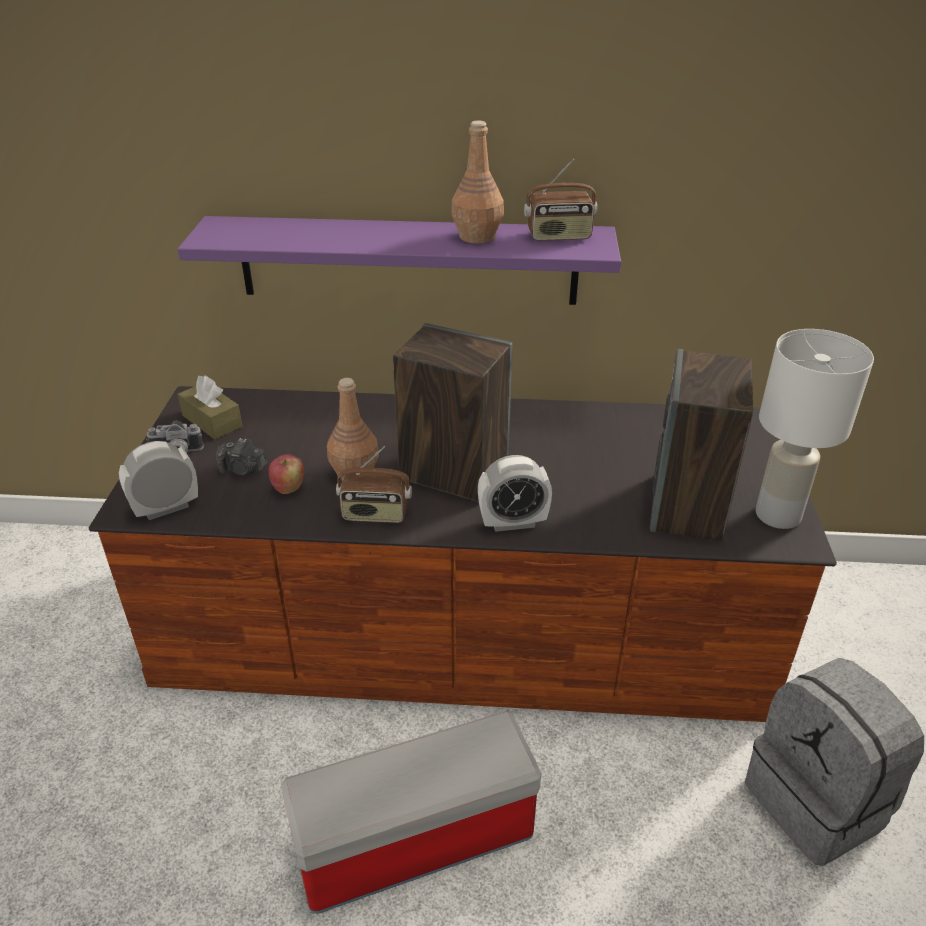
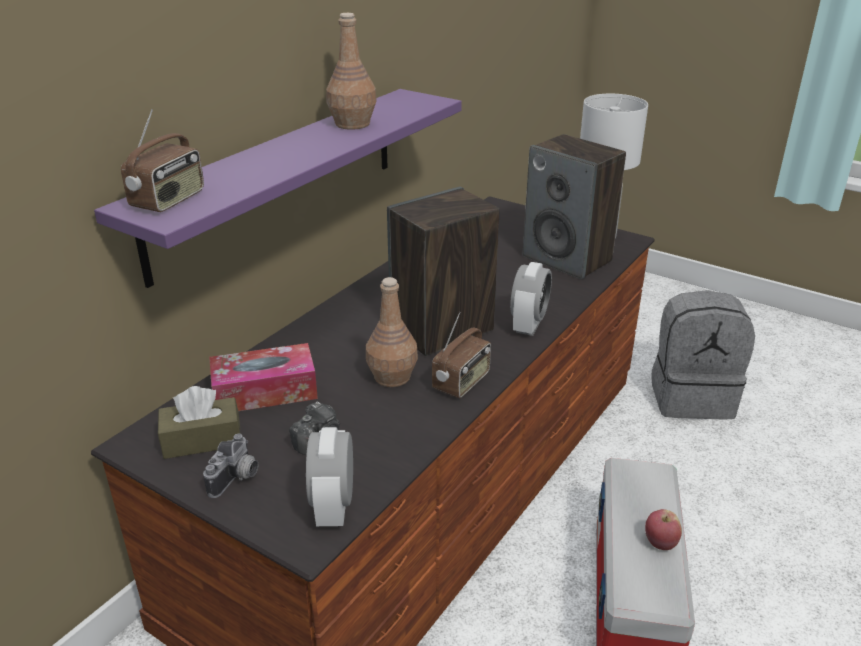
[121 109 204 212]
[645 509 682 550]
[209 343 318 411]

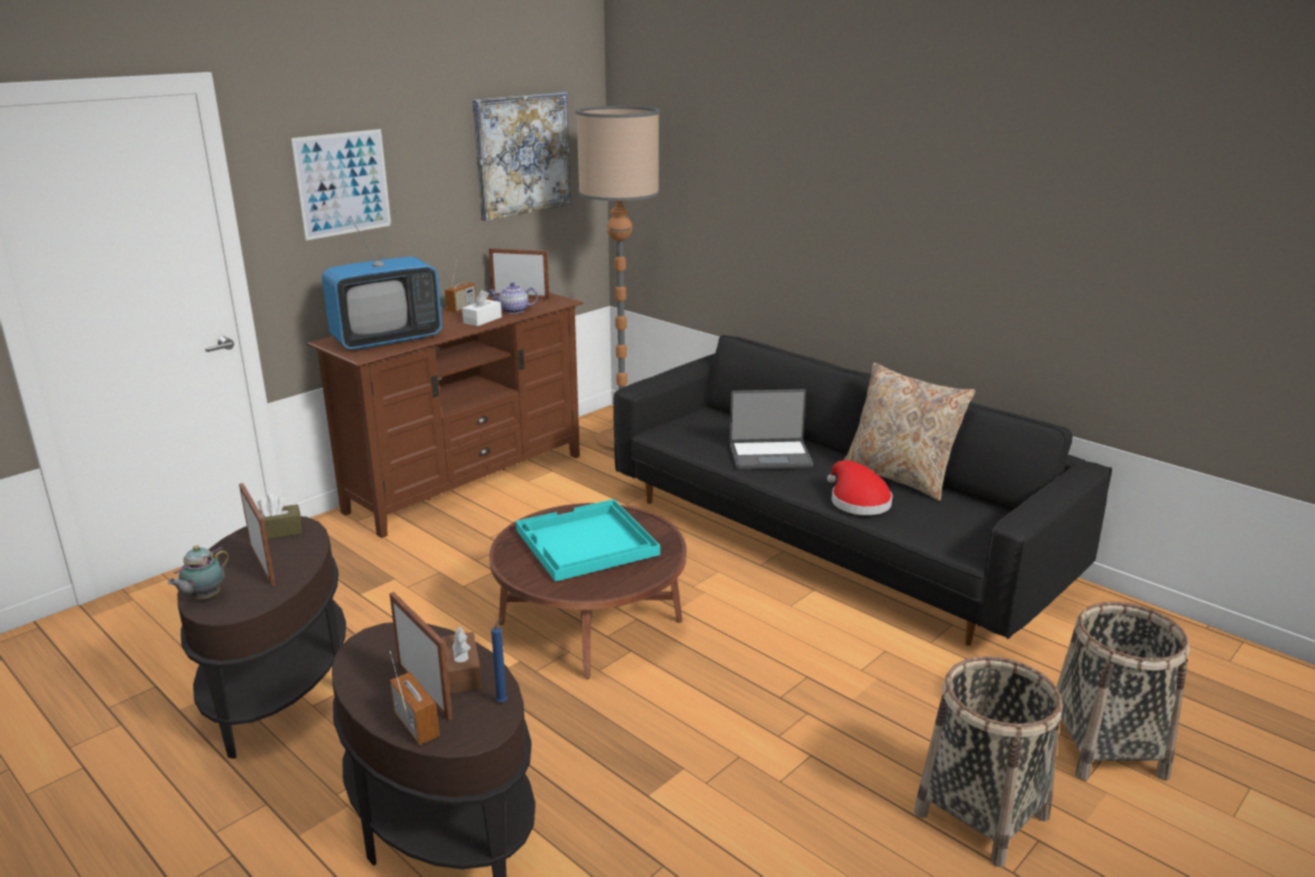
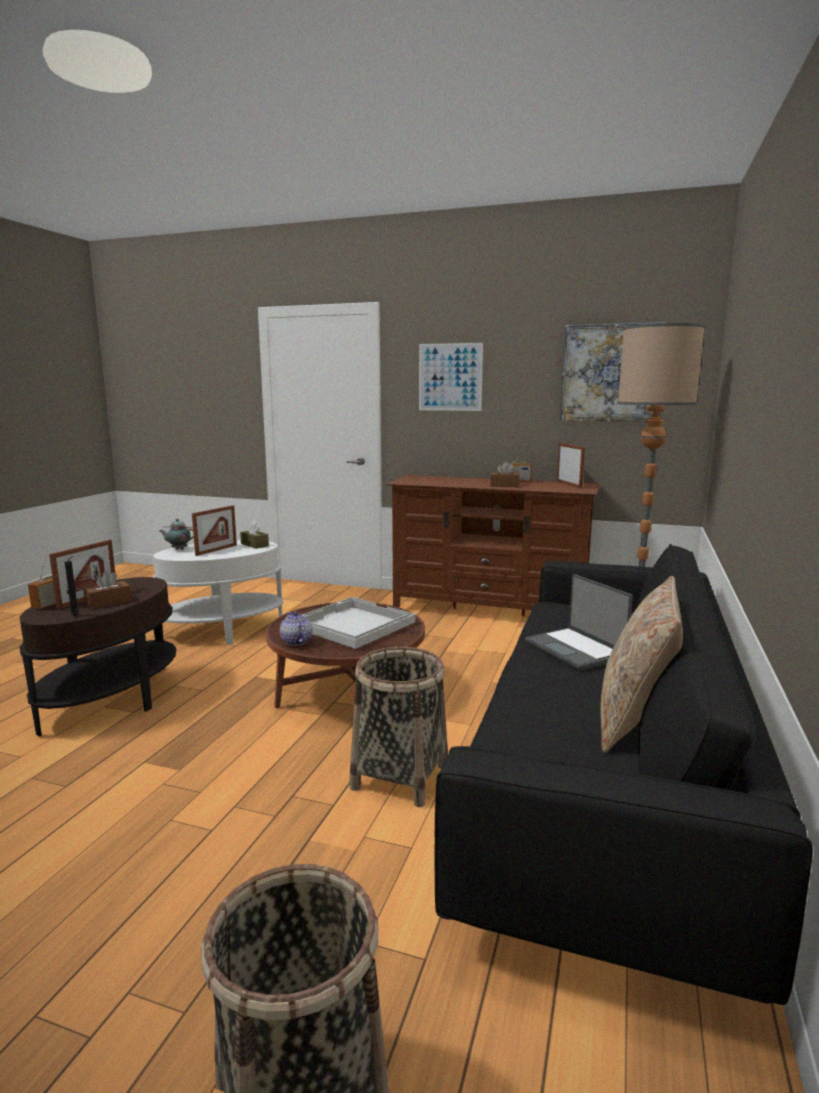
[322 211 442 350] (first image)
[280 612 312 646]
[491 462 520 487]
[827 460 892 515] (first image)
[302 597 415 649]
[153 540 283 645]
[65 556 79 616]
[350 647 448 807]

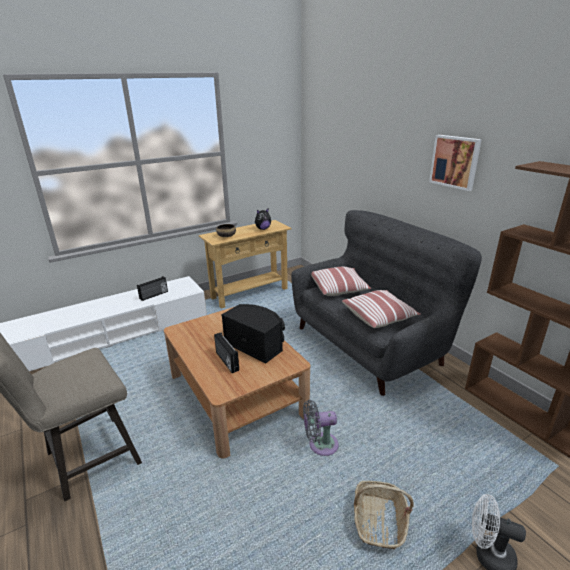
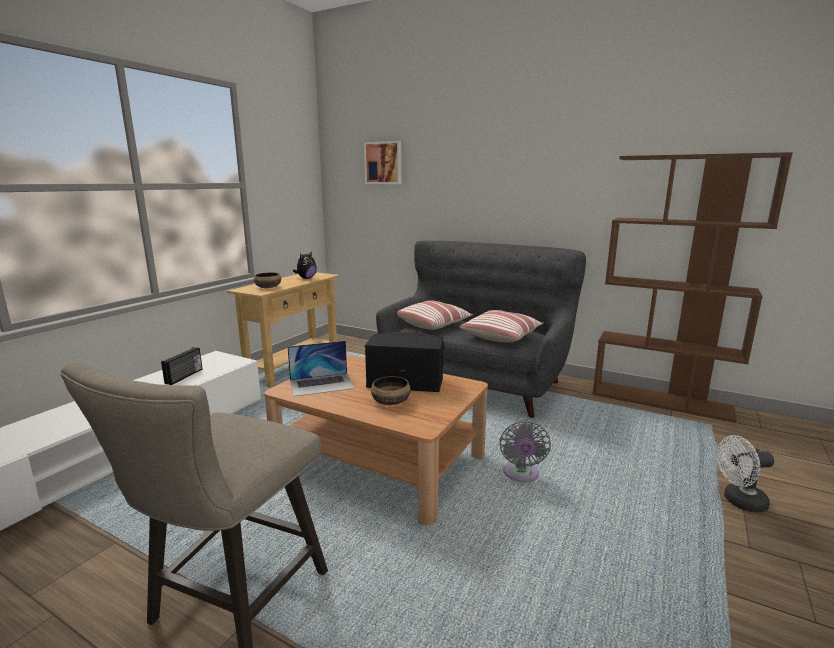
[364 141 402 184]
[371 376 410 405]
[499 421 551 482]
[354 481 414 549] (first image)
[287 341 354 397]

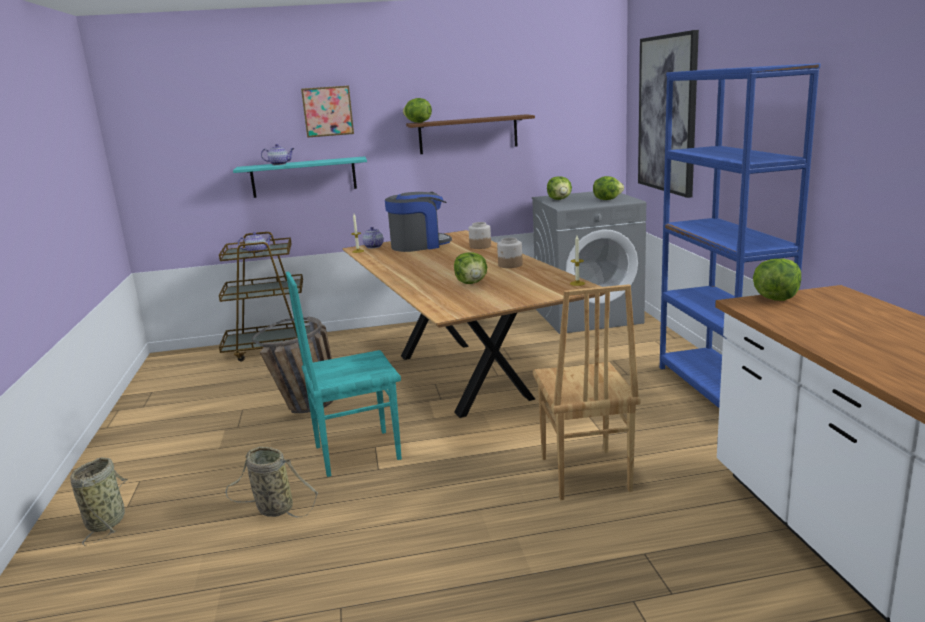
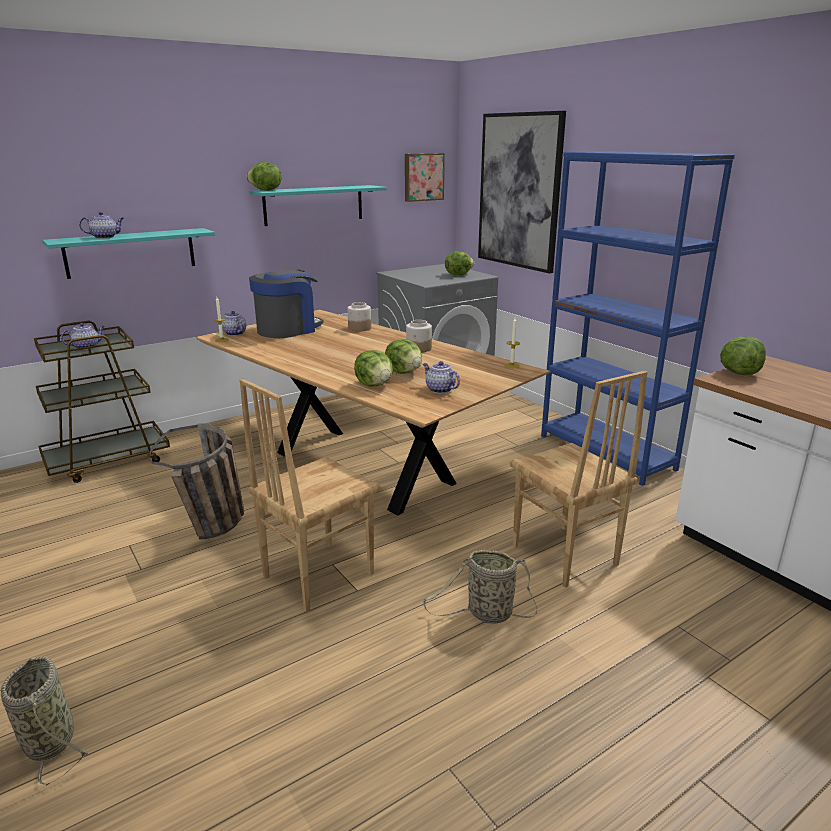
[405 153 445 202]
[249 185 387 226]
[354 350 393 387]
[240 379 380 612]
[423 550 537 624]
[423 361 460 393]

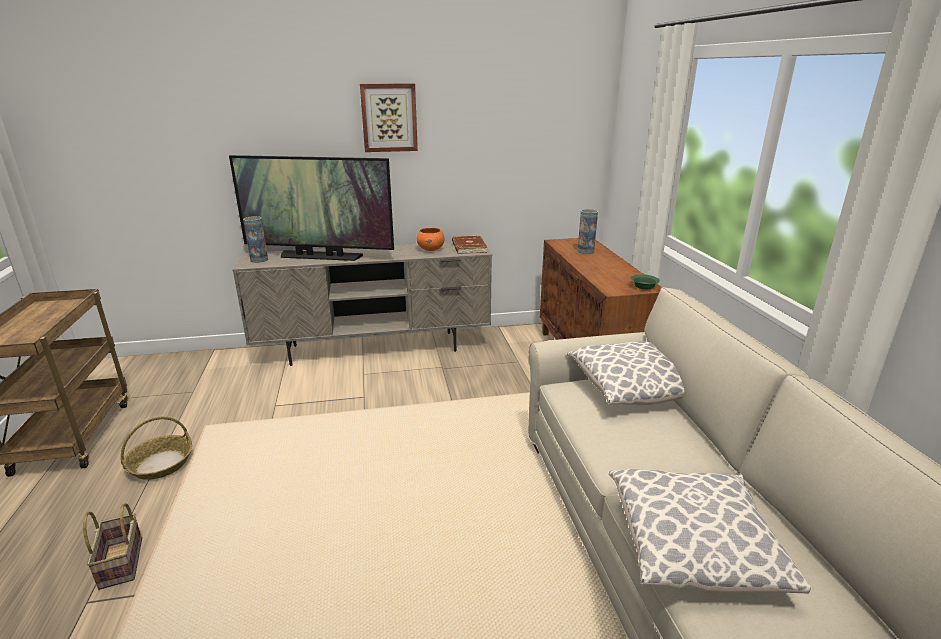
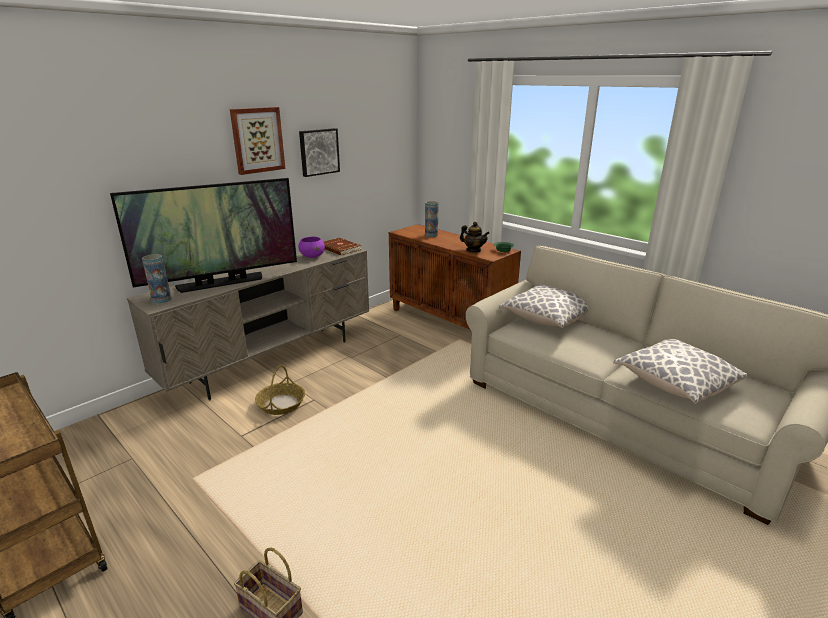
[298 236 325 258]
[255 365 305 415]
[299 128 340 177]
[460 222 490 252]

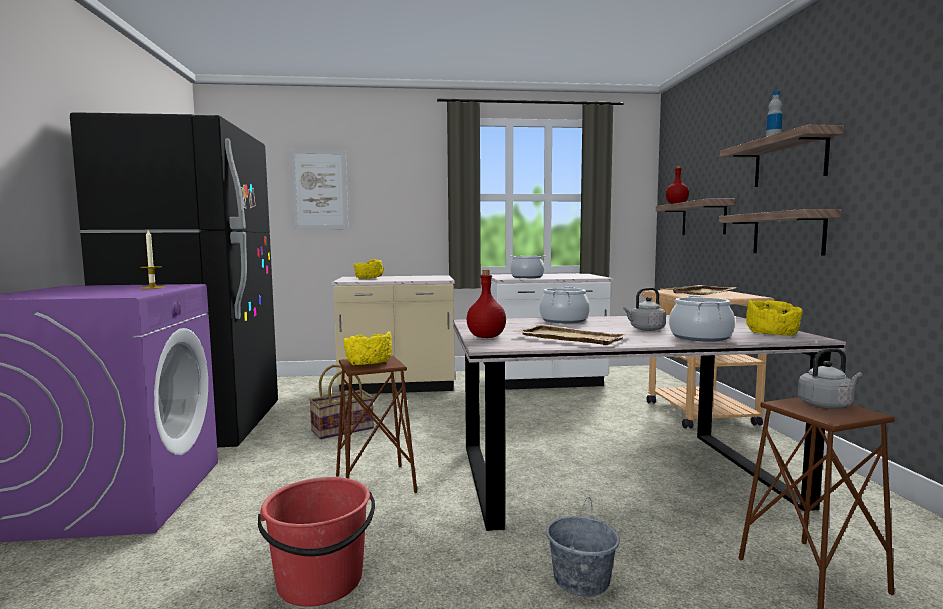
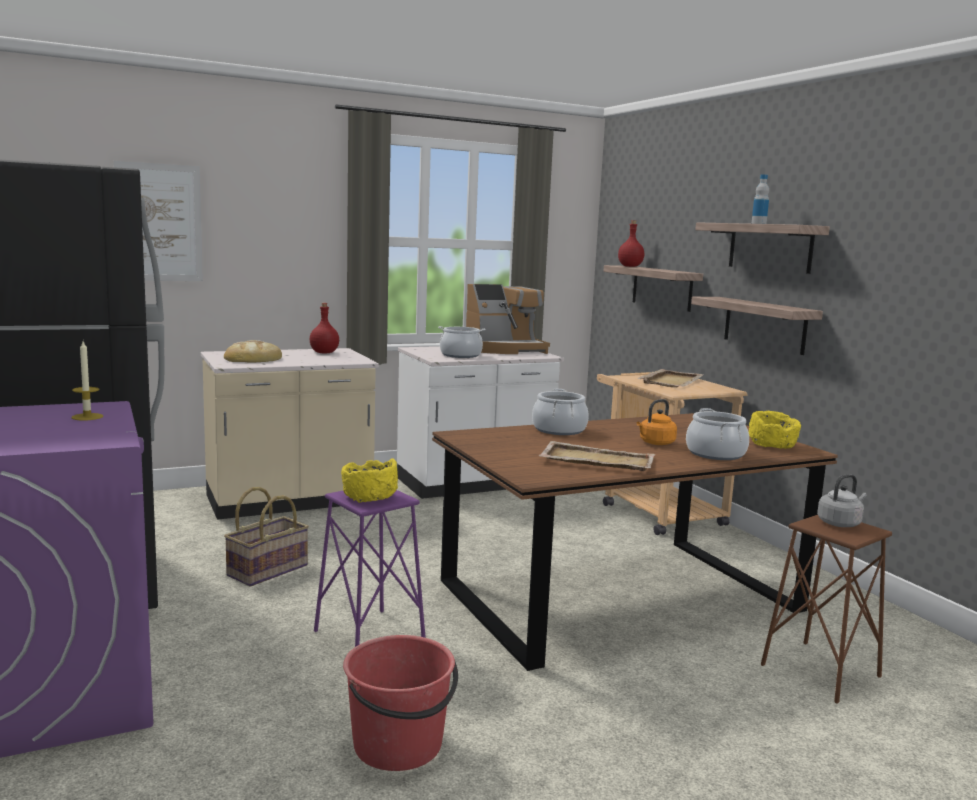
[224 340 282 363]
[310 303 339 354]
[637 399 677 445]
[432 413 838 671]
[314 490 426 647]
[546 497 620 596] (first image)
[466 284 550 354]

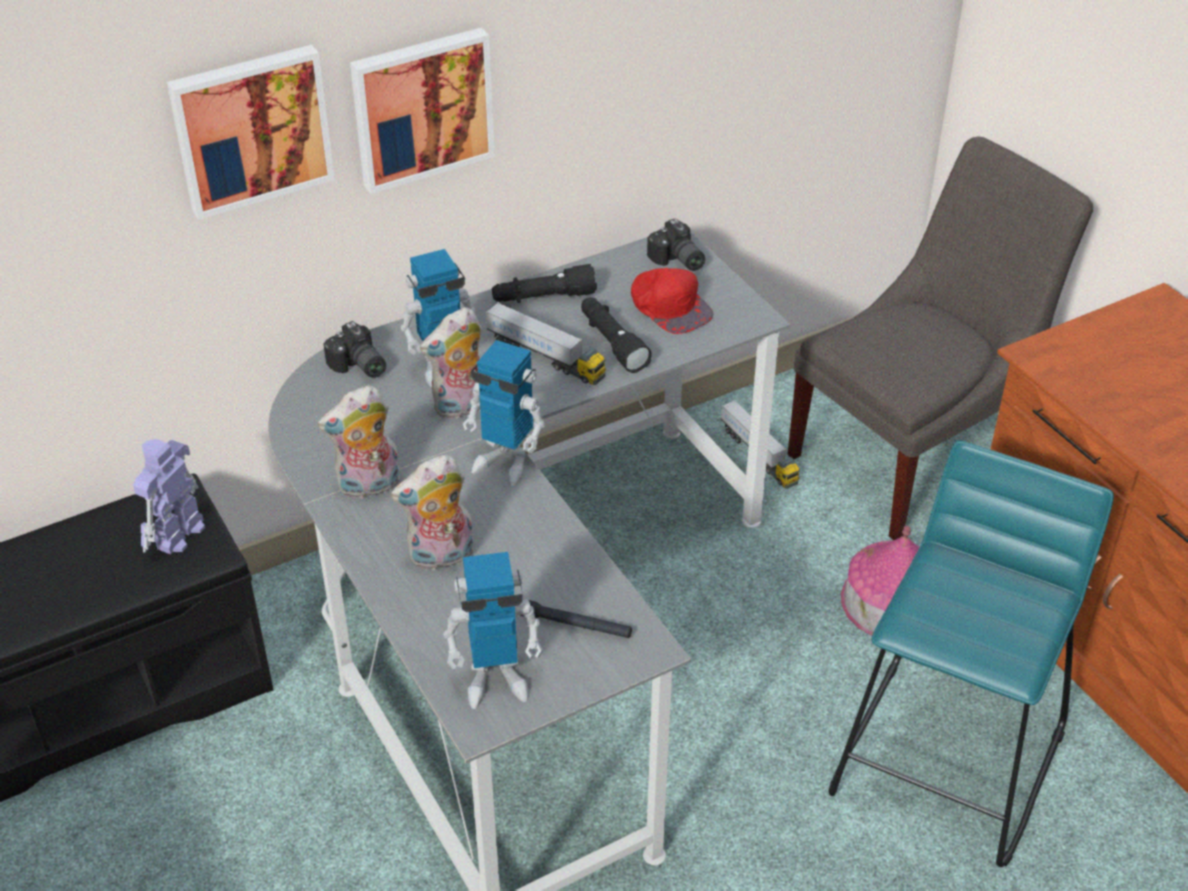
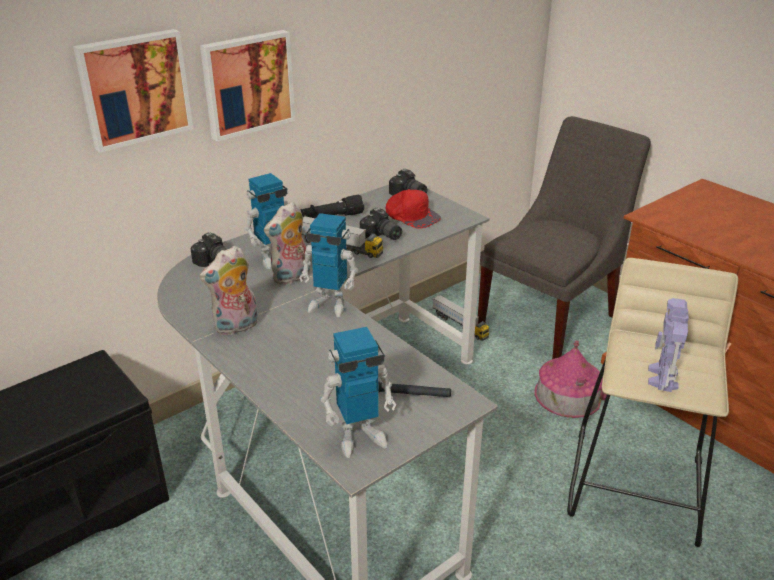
[360 208 402 240]
[648 298 689 392]
[567 258 738 547]
[391 454 474 570] (first image)

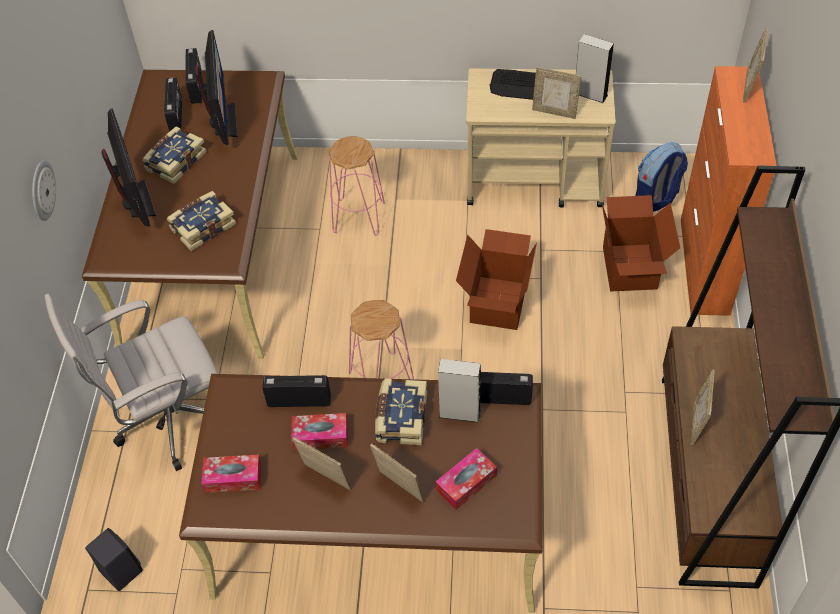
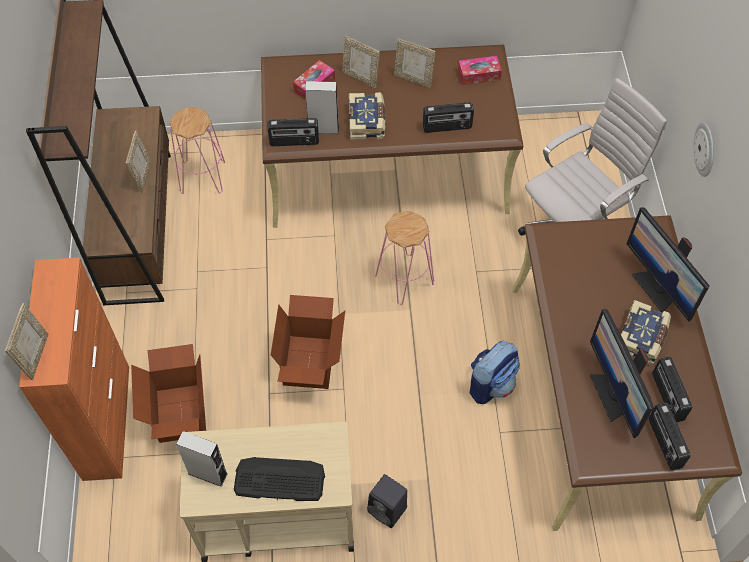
[532 67 581 119] (first image)
[169 107 225 194]
[469 341 520 404]
[167 191 236 251] (first image)
[291 413 348 450] (first image)
[367 474 407 528]

